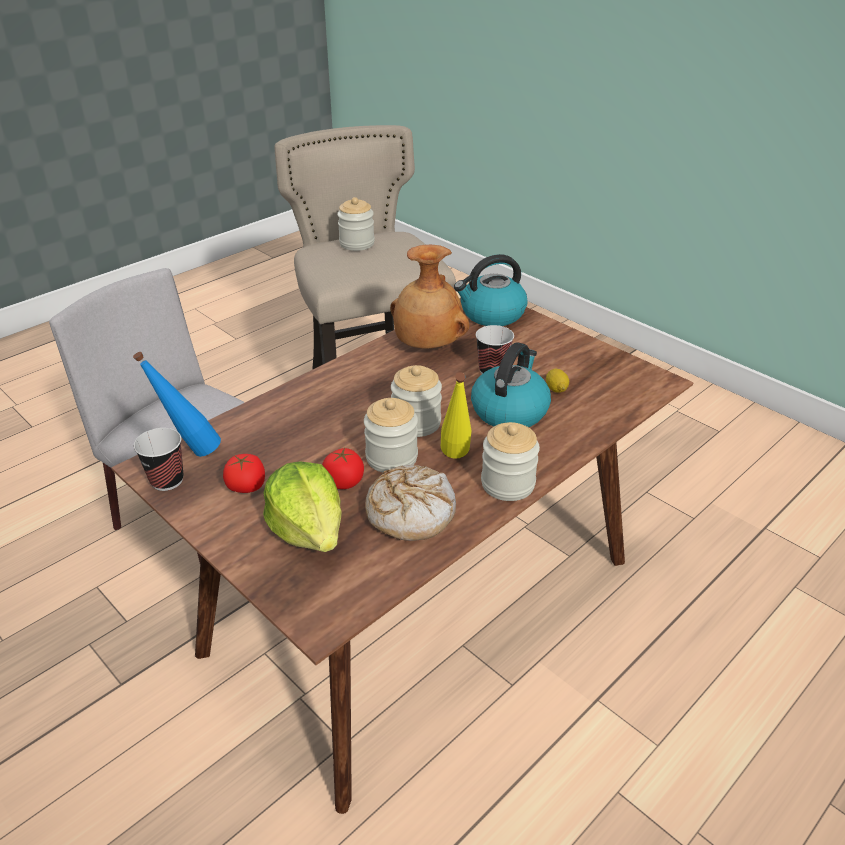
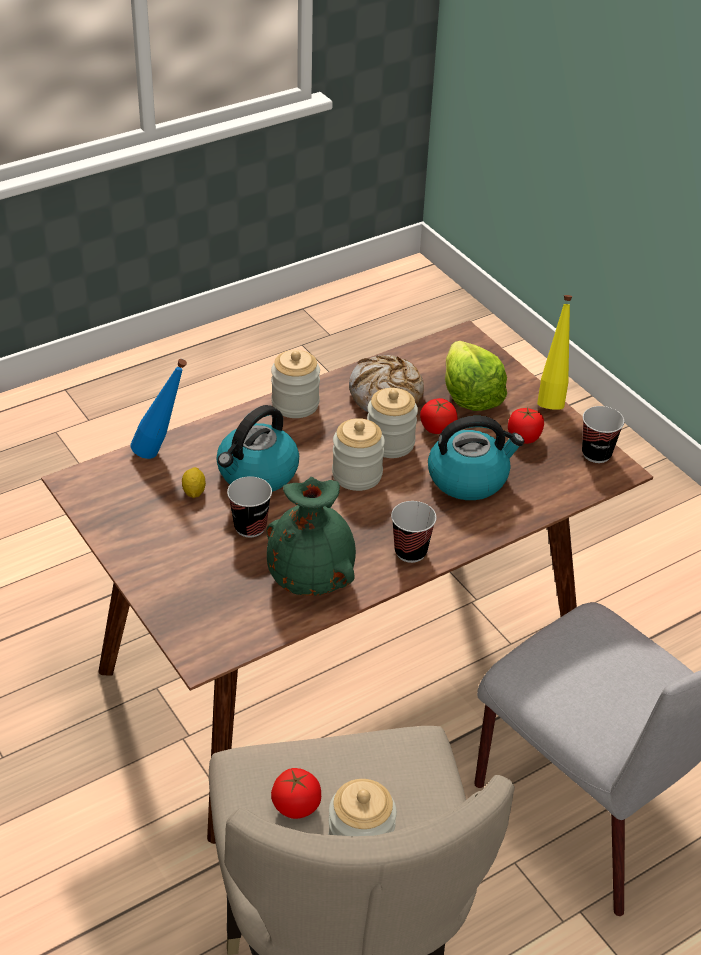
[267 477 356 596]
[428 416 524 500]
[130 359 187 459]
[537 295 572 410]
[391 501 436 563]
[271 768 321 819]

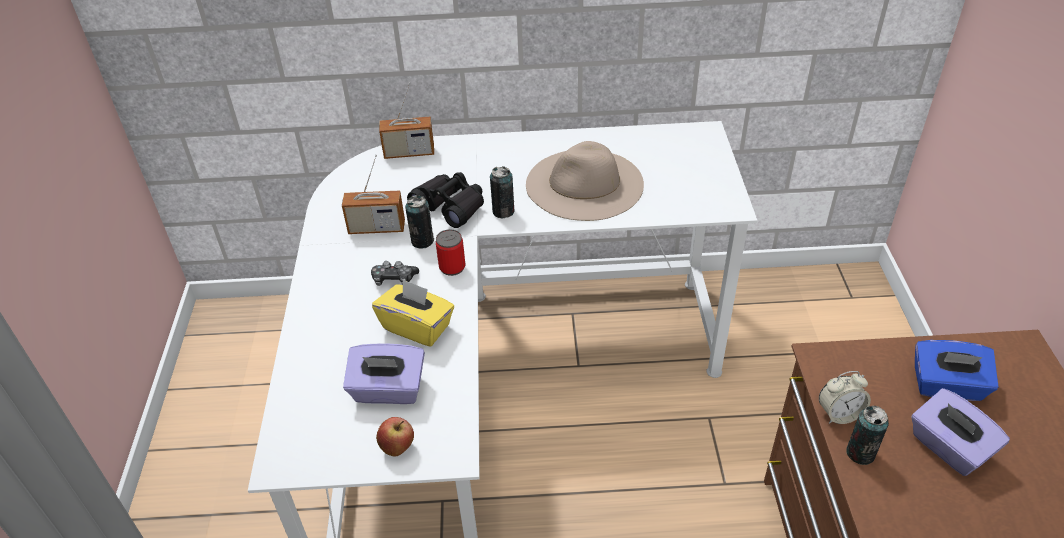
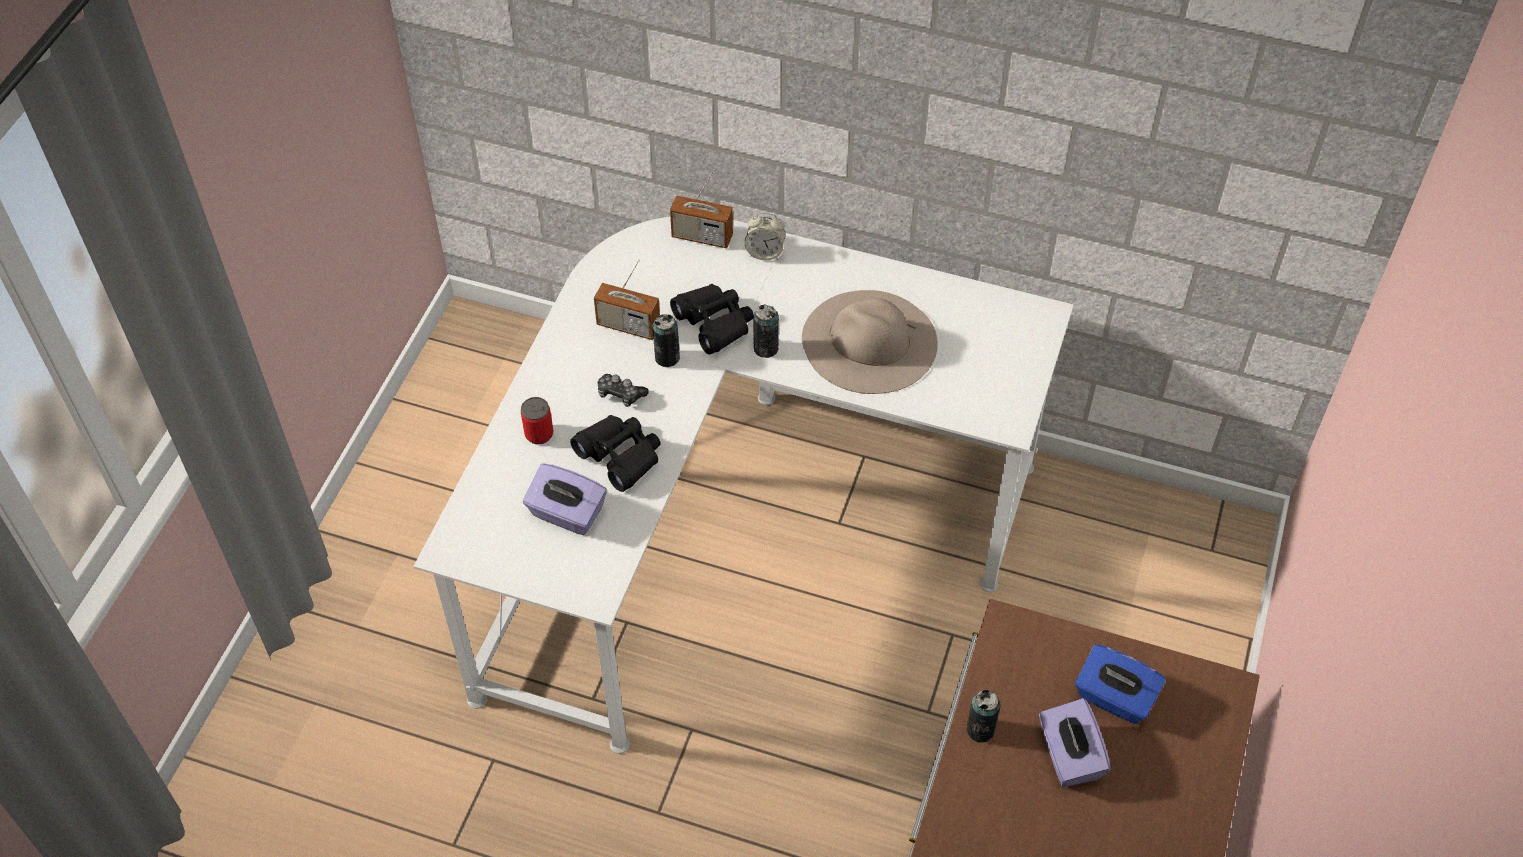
[521 397 553 444]
[570 415 661 492]
[744 213 785 260]
[376 417 414 456] (first image)

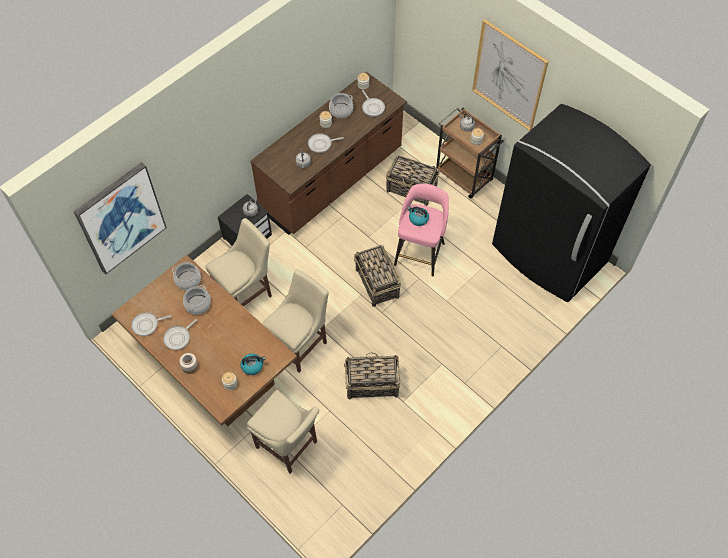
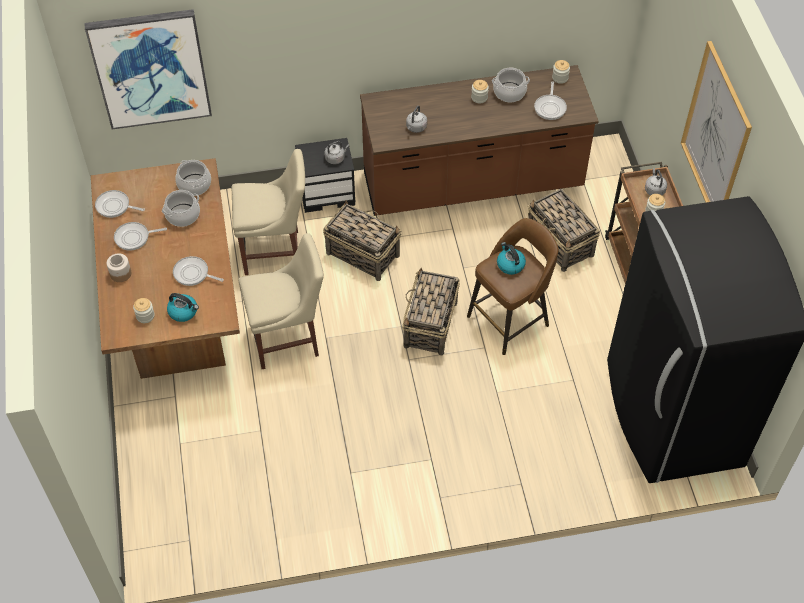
[173 256 224 286]
[467 218 558 355]
[323 200 401 281]
[247 390 319 474] (first image)

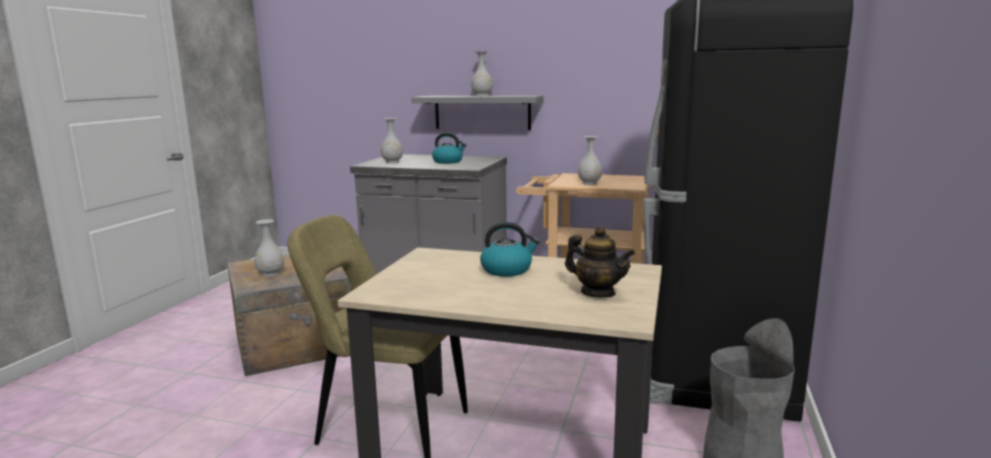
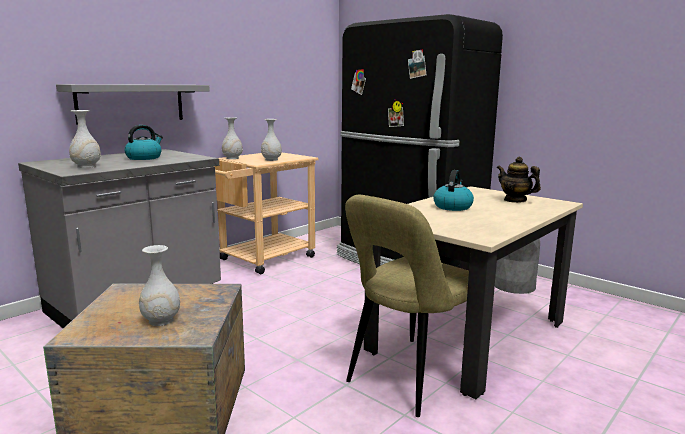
[222 117 243 159]
[497 157 541 203]

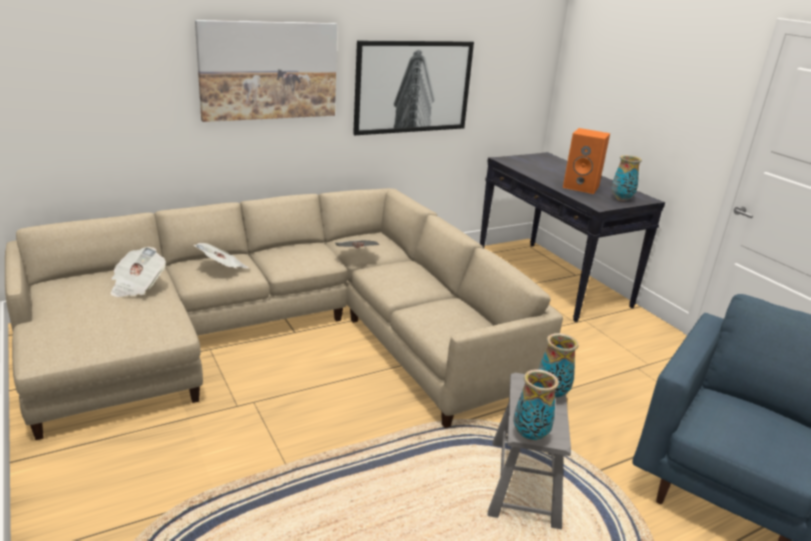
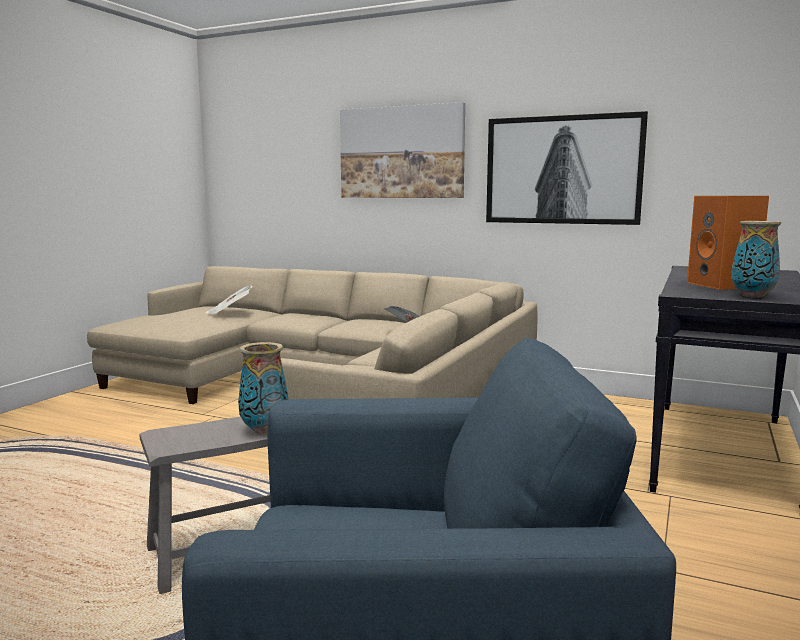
[194 243 249 269] (first image)
[513 369 559 441] (first image)

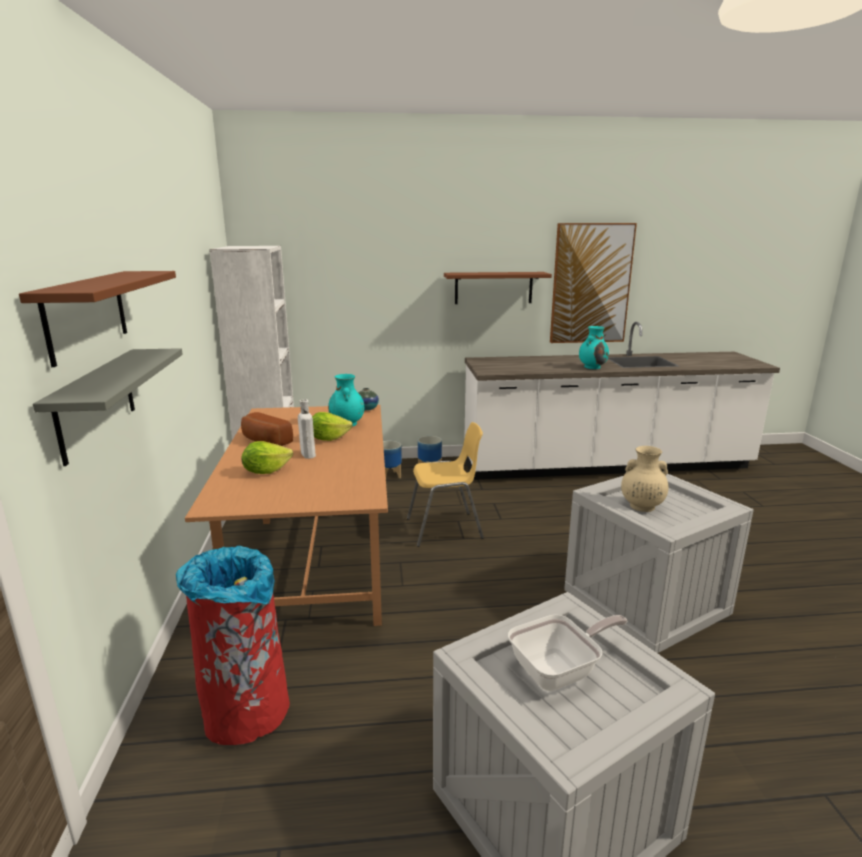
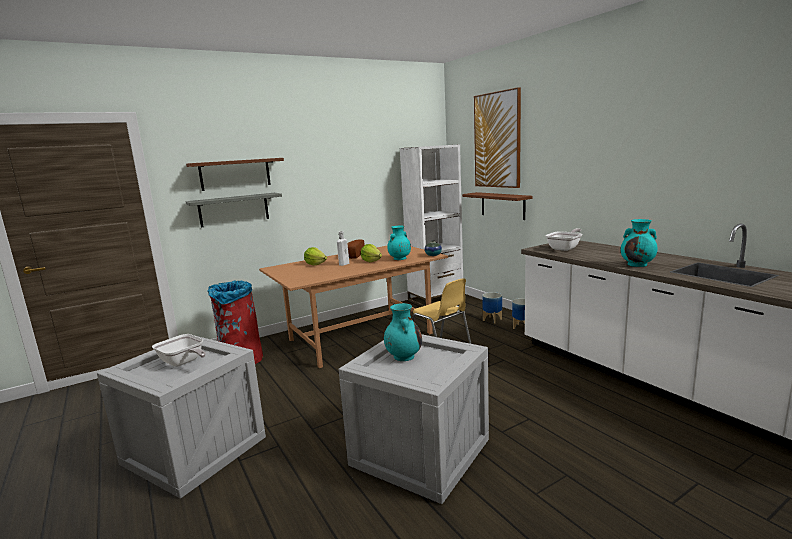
[474 87 521 188]
[462 192 533 220]
[384 303 422 361]
[545 228 582 251]

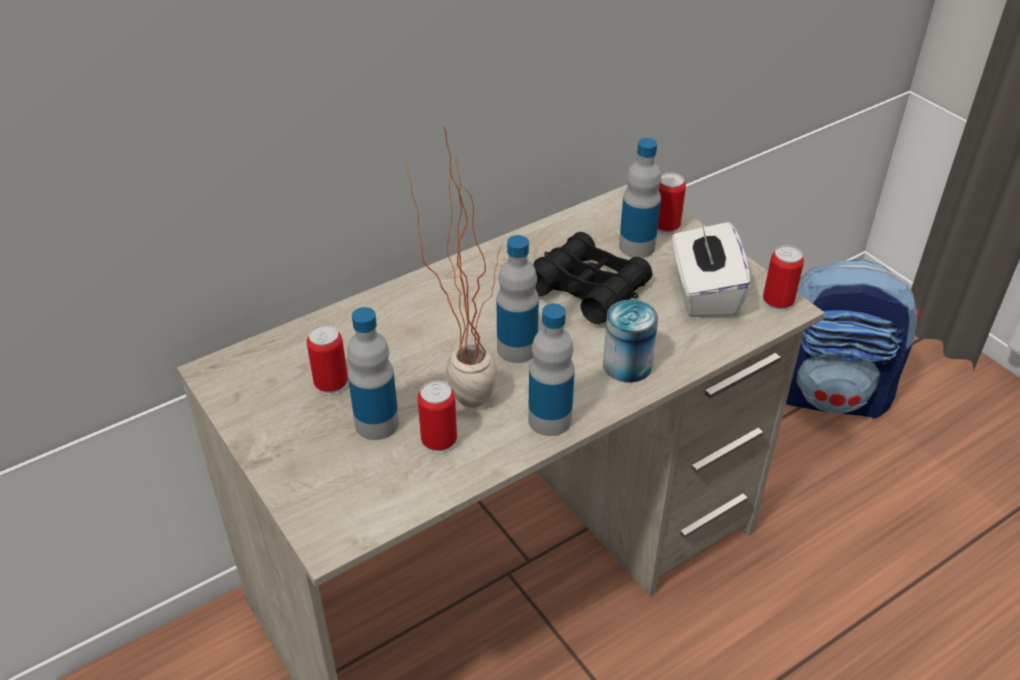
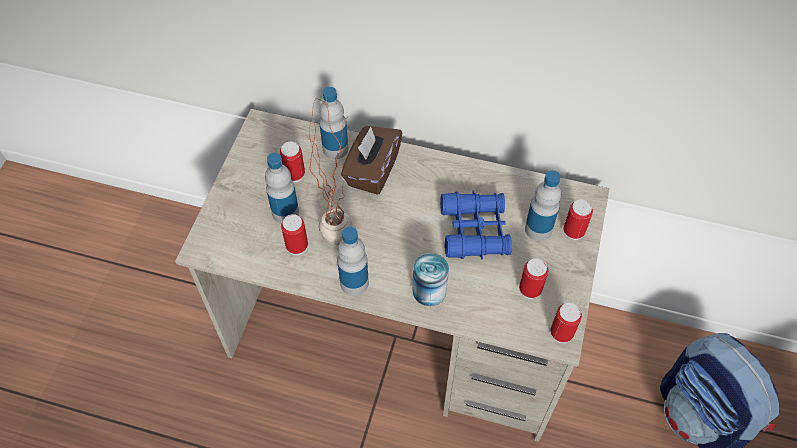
[519 258 548 299]
[440 190 512 260]
[319 87 348 159]
[341 126 402 195]

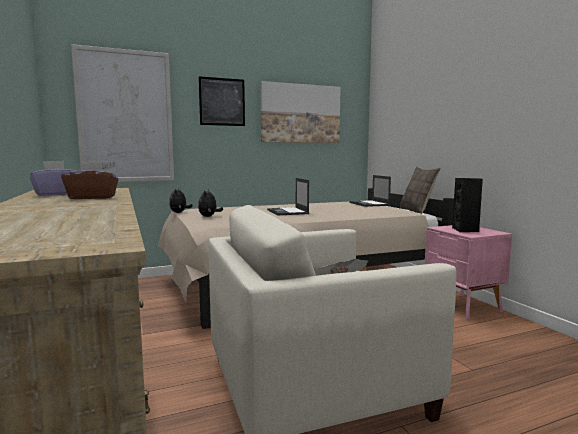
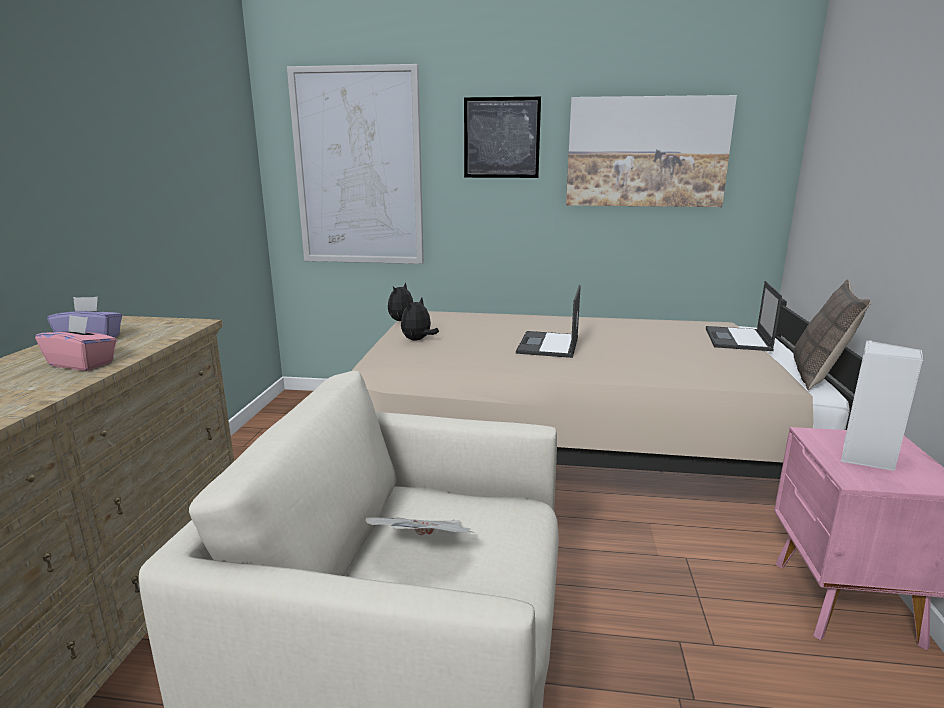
[35 315 117 371]
[841 340 923 471]

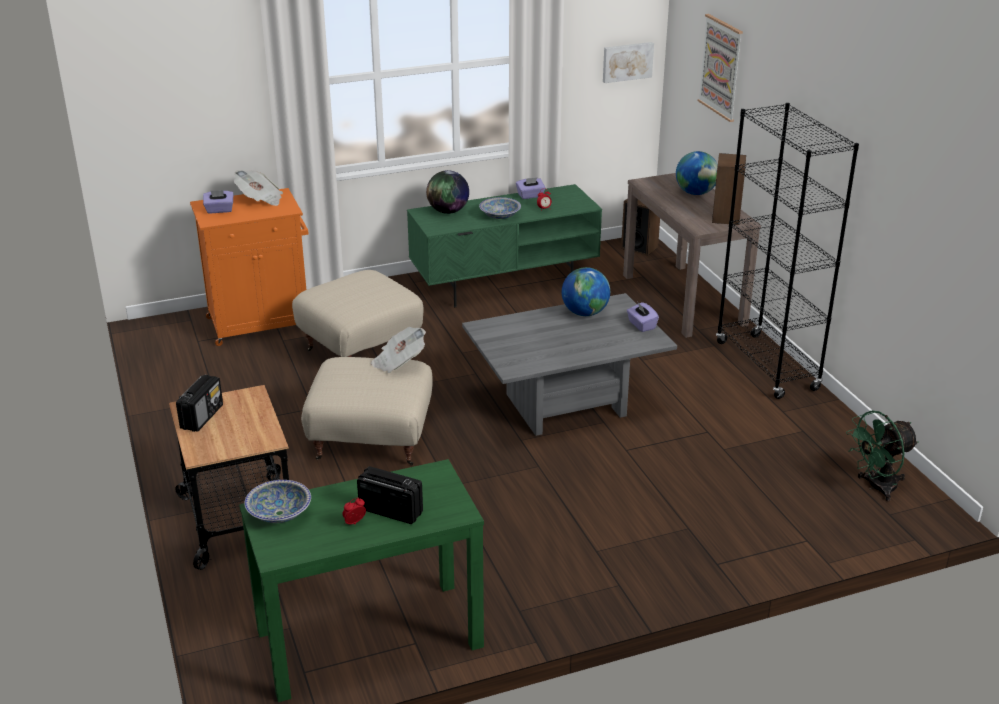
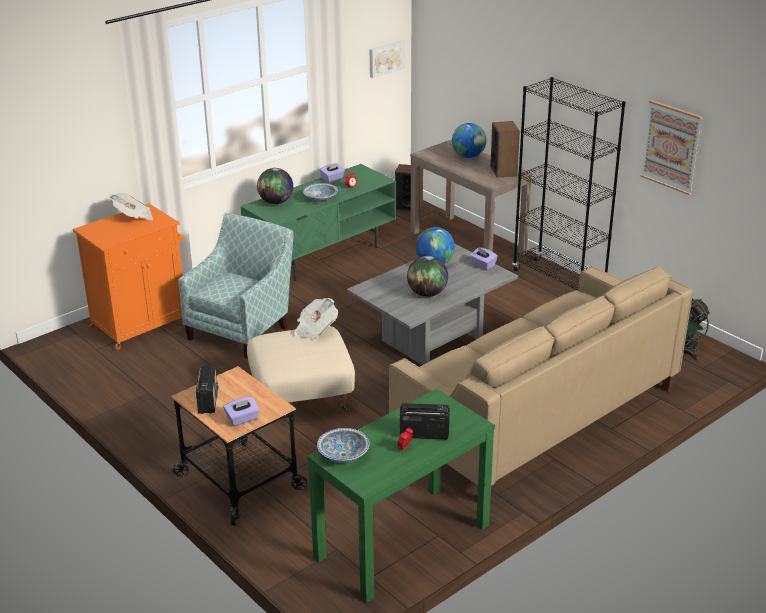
[640 100 702 195]
[223 397 260 426]
[178 214 294 359]
[407 256 448 297]
[389 266 693 490]

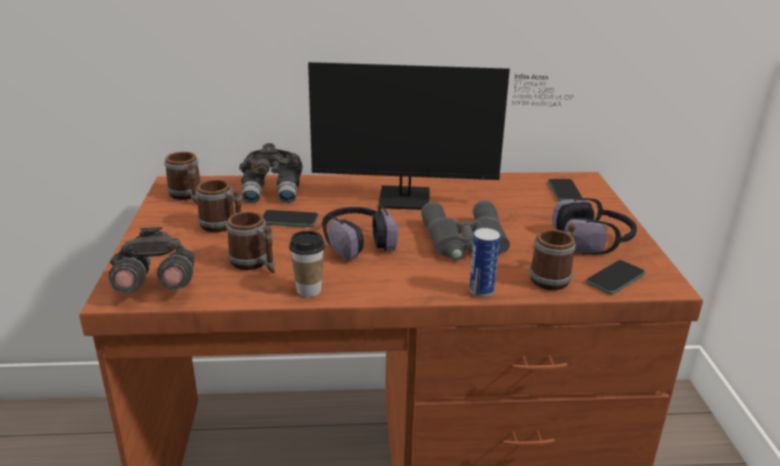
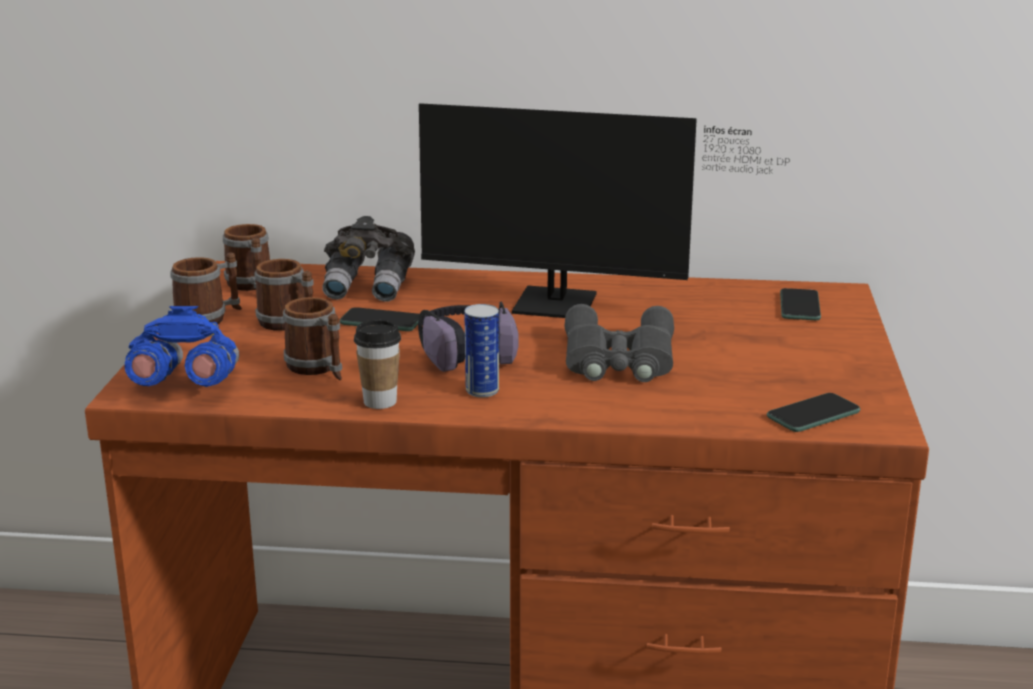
[552 198 637 254] (first image)
[171 253 242 324]
[125 306 239 387]
[464 304 499 398]

